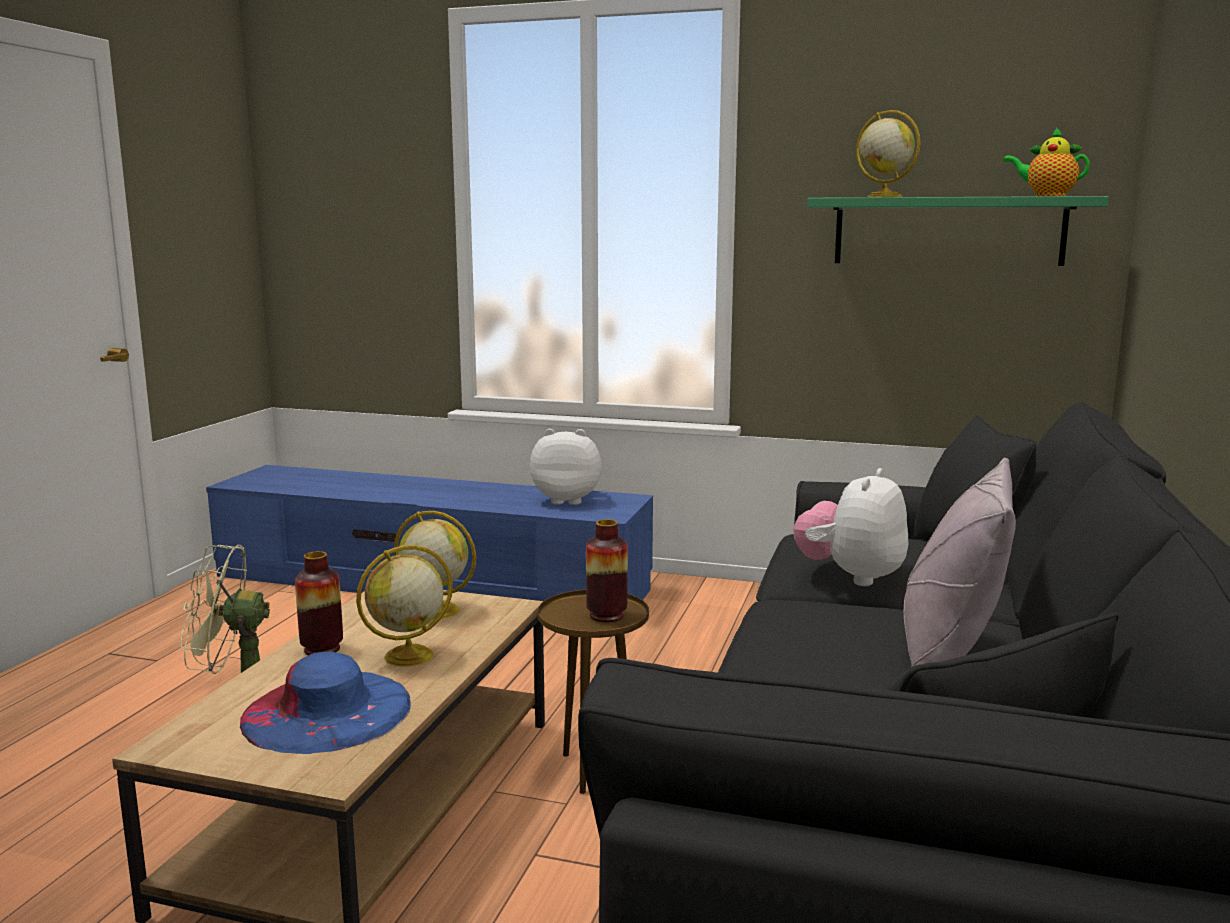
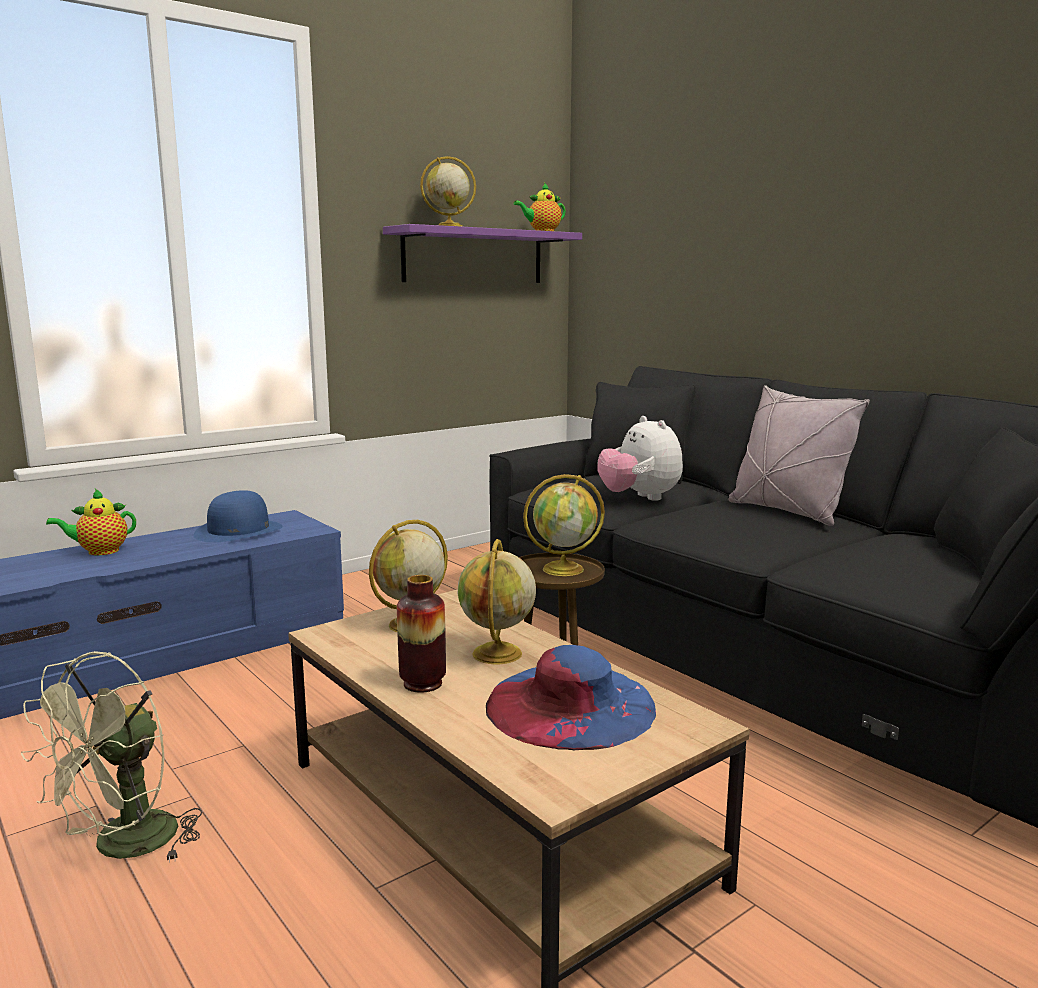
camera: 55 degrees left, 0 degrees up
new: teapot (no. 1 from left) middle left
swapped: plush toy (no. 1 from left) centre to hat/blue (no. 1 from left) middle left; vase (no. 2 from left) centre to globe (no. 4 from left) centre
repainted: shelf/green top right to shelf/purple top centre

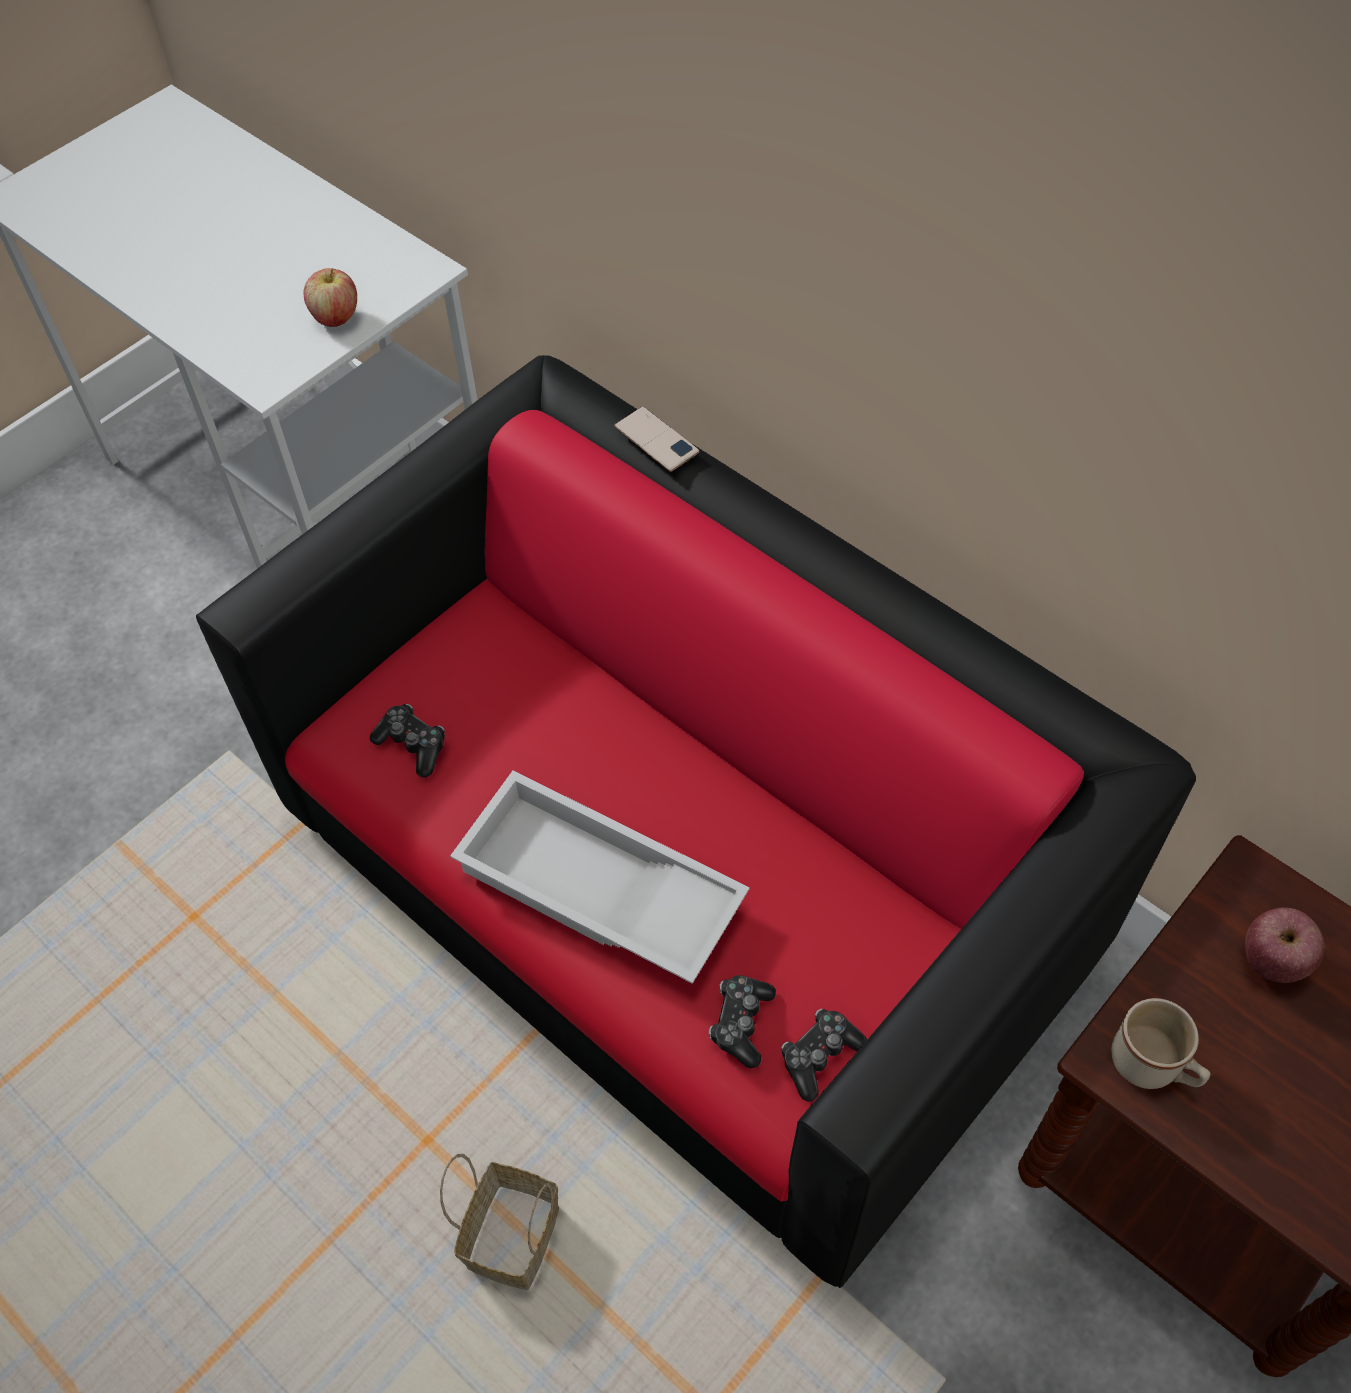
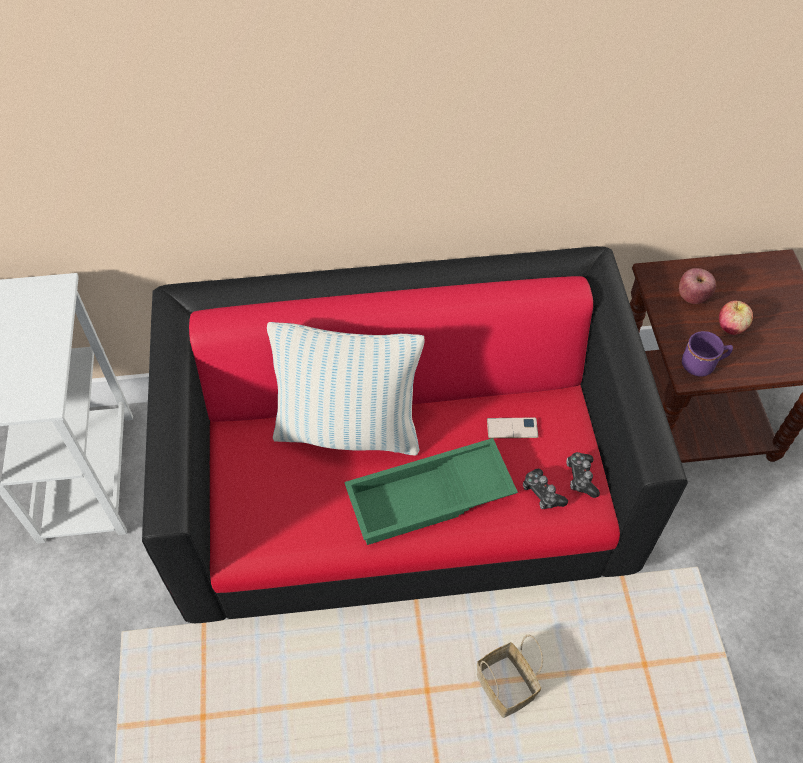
camera: 50 degrees left, 0 degrees up
gone: game controller (no. 1 from left) middle left
new: pillow centre
shifted: phone top centre to centre; apple (no. 1 from left in the first image) top left to apple (no. 2 from left) middle right
repainted: tray/white centre to tray/green centre; mug/beige bottom right to mug/purple middle right

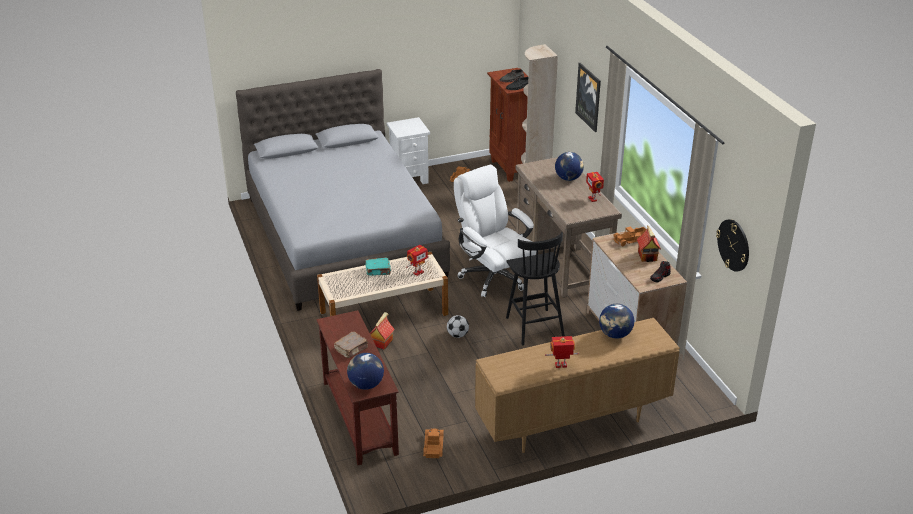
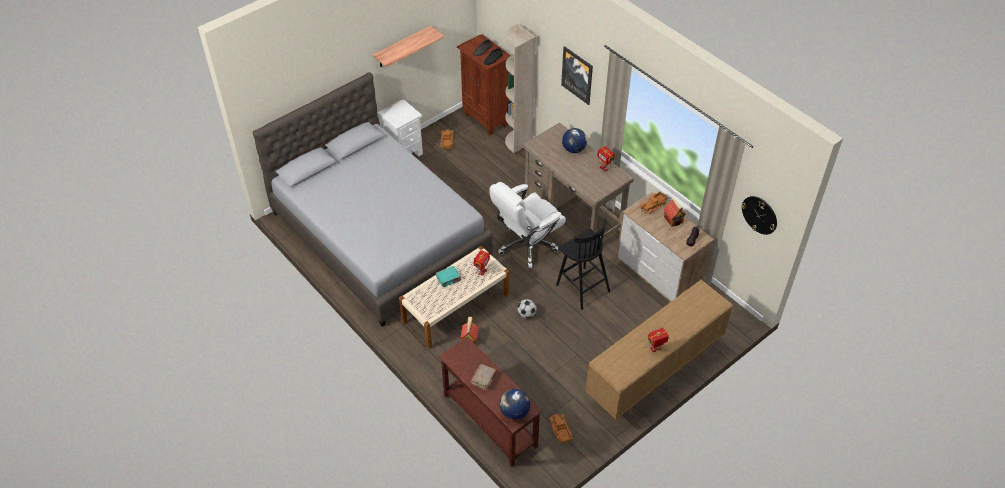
camera: 20 degrees left, 15 degrees up
gone: globe (no. 3 from left) middle right
new: shelf top centre
rotated: office chair/white centre = centre 75 degrees counterclockwise

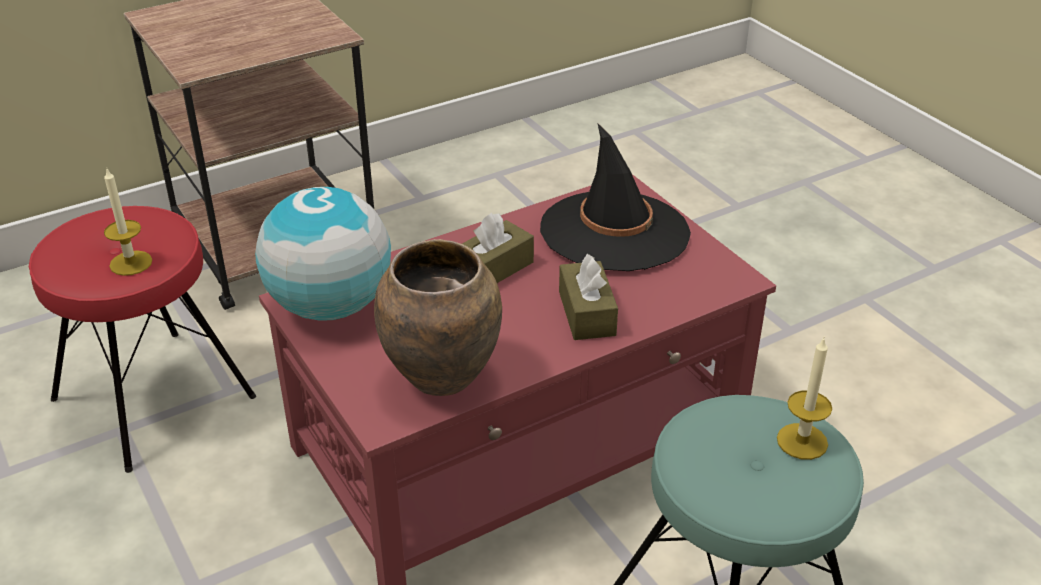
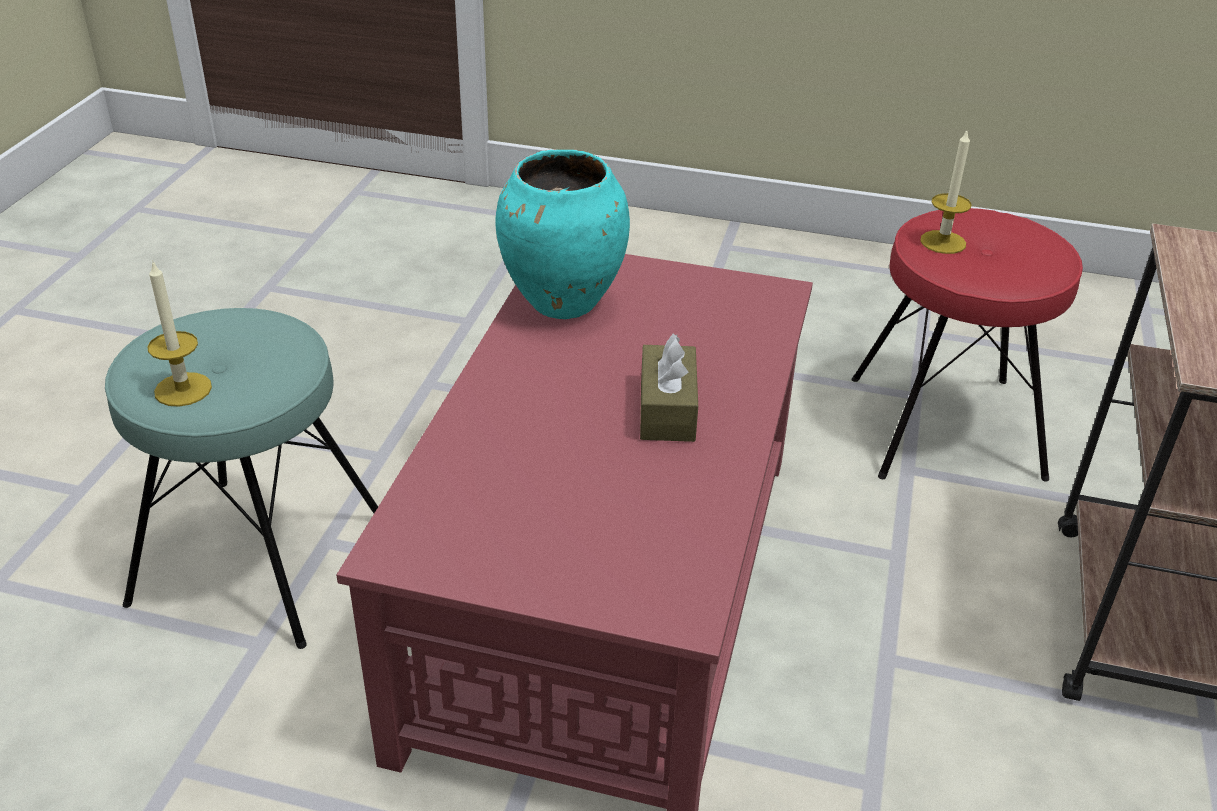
camera: 135 degrees right, 0 degrees up
gone: globe middle left; hat/black centre; tissue box/brown (no. 2 from left) centre
repainted: vase/brown centre to vase/turquoise top centre

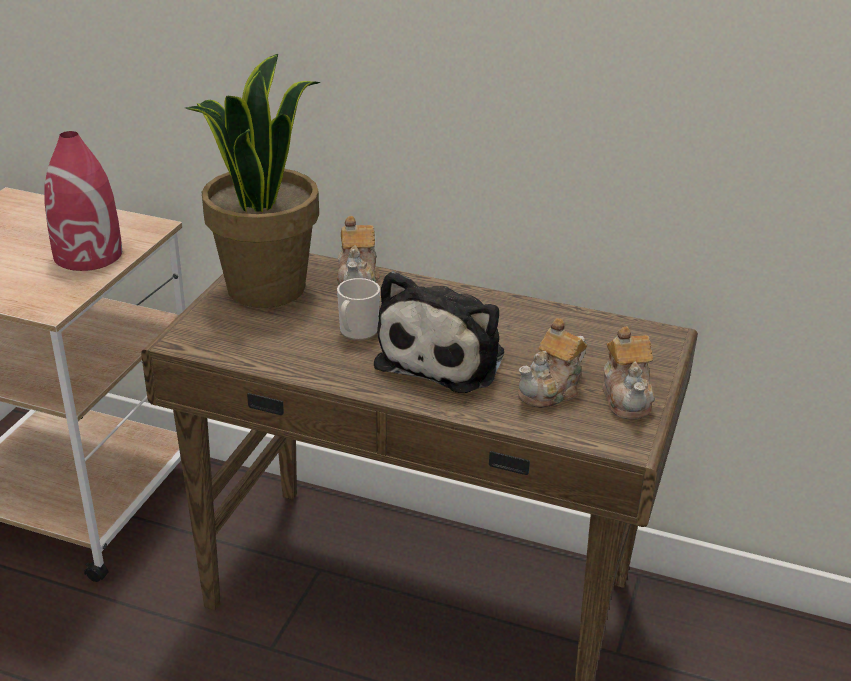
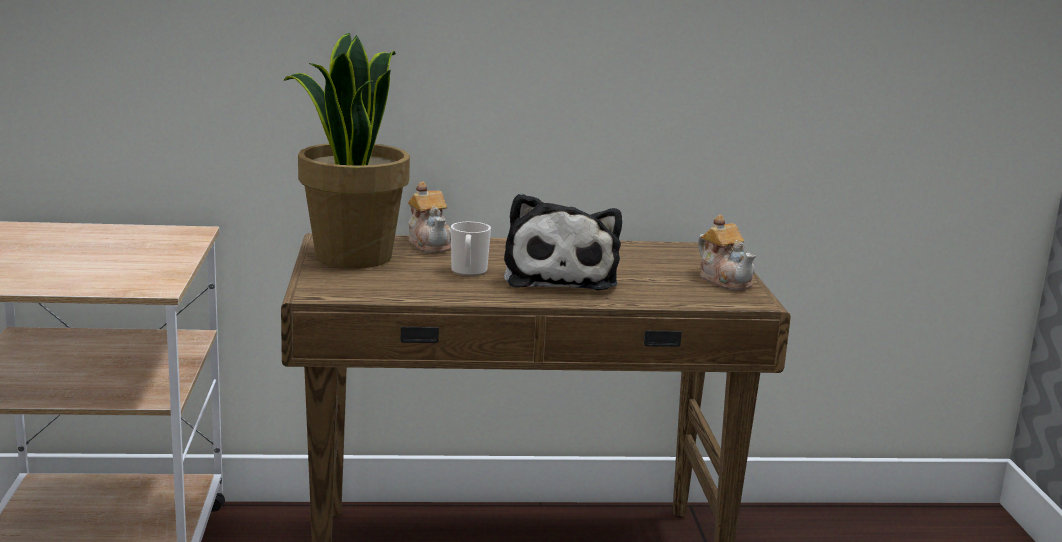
camera: 25 degrees left, 15 degrees down
gone: vase/red top left; teapot (no. 2 from left) centre

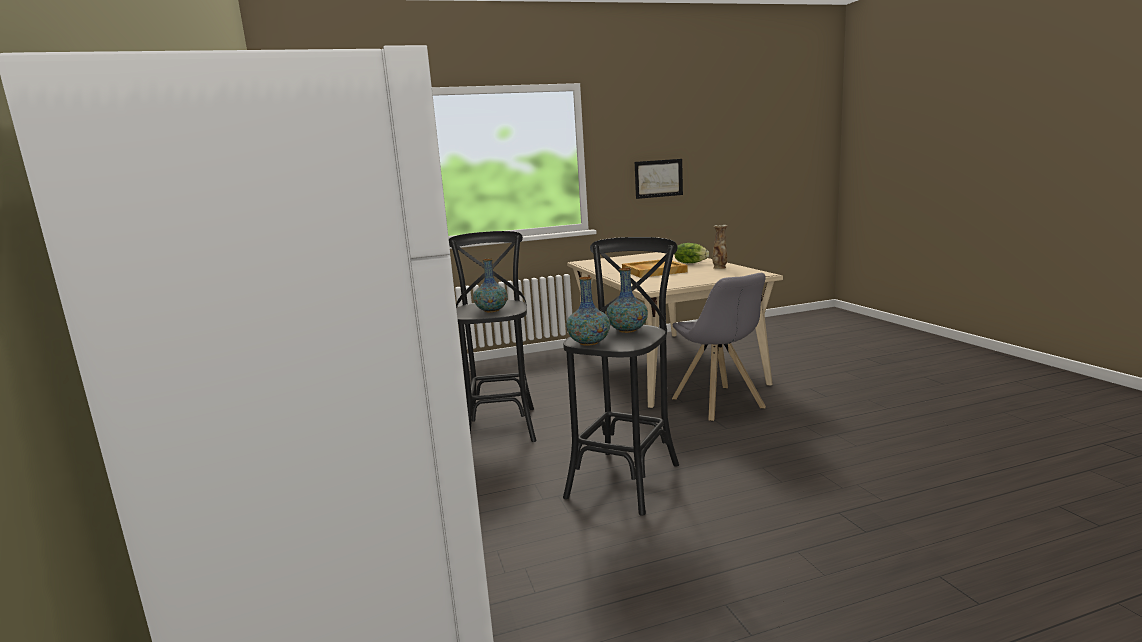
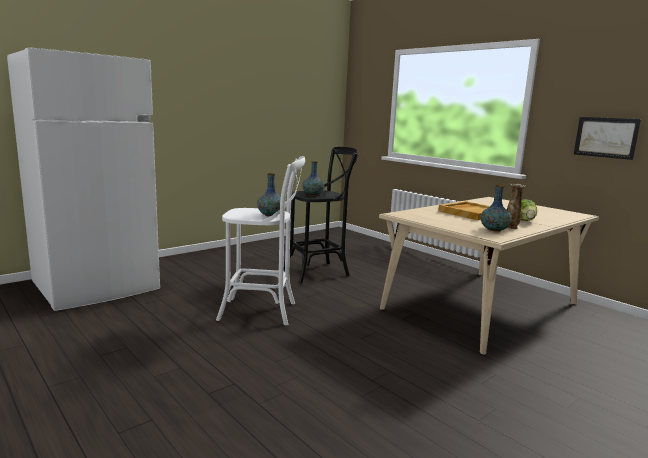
camera: 65 degrees right, 0 degrees up
gone: chair/grey centre
shifted: vase (no. 2 from left in the first image) centre to vase (no. 3 from left) middle right
repainted: stool/black (no. 2 from left) centre to stool/white centre

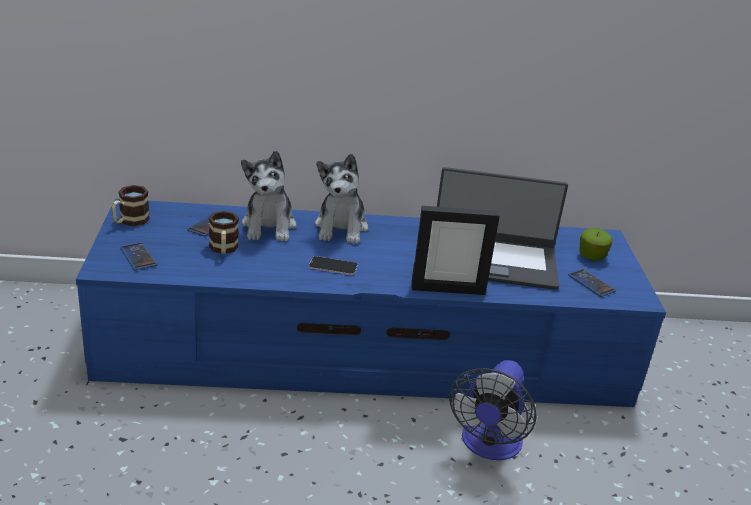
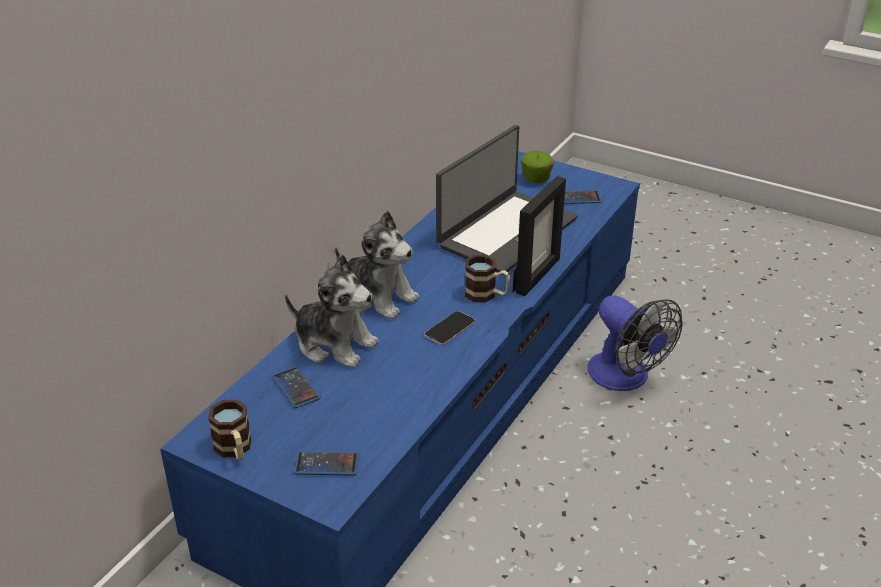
camera: 55 degrees left, 5 degrees up
shifted: mug (no. 2 from left) middle left to centre

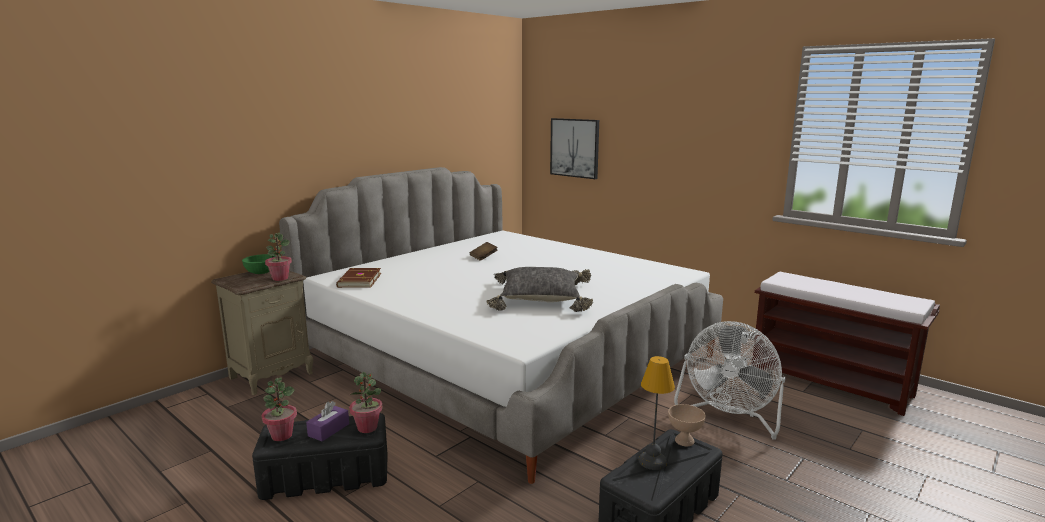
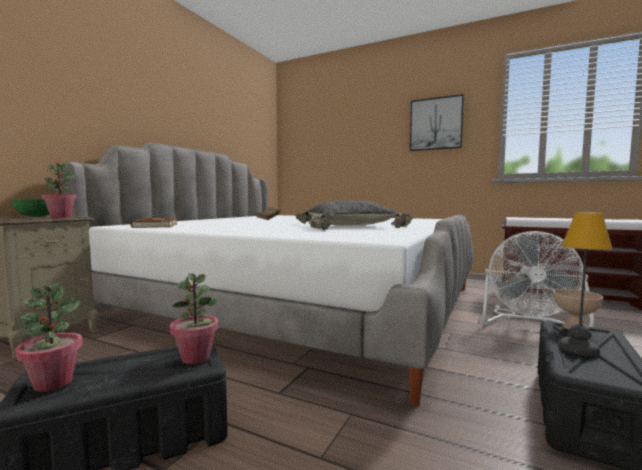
camera: 15 degrees left, 10 degrees down
gone: tissue box/purple bottom left
shifted: picture top centre to top right

